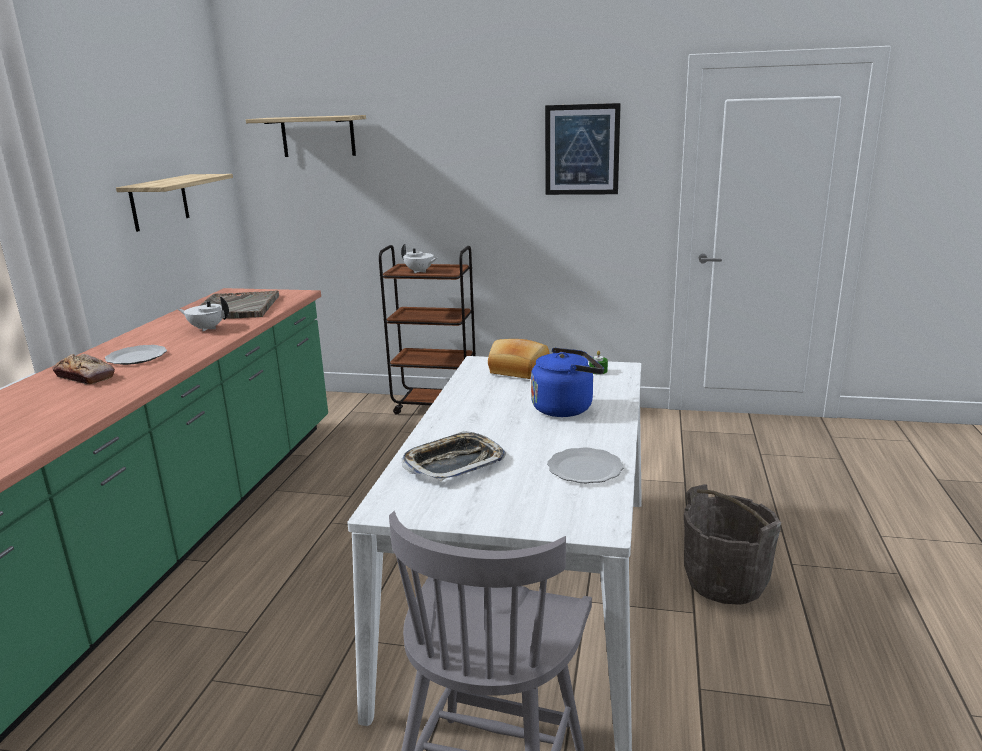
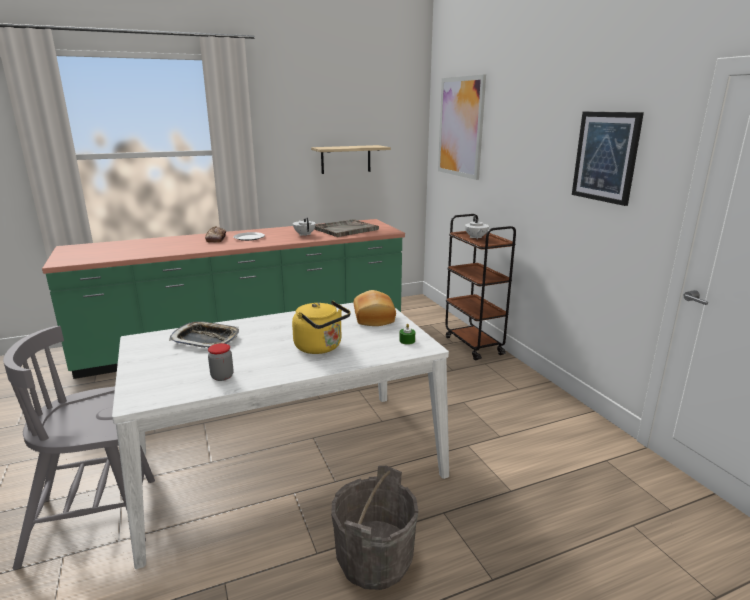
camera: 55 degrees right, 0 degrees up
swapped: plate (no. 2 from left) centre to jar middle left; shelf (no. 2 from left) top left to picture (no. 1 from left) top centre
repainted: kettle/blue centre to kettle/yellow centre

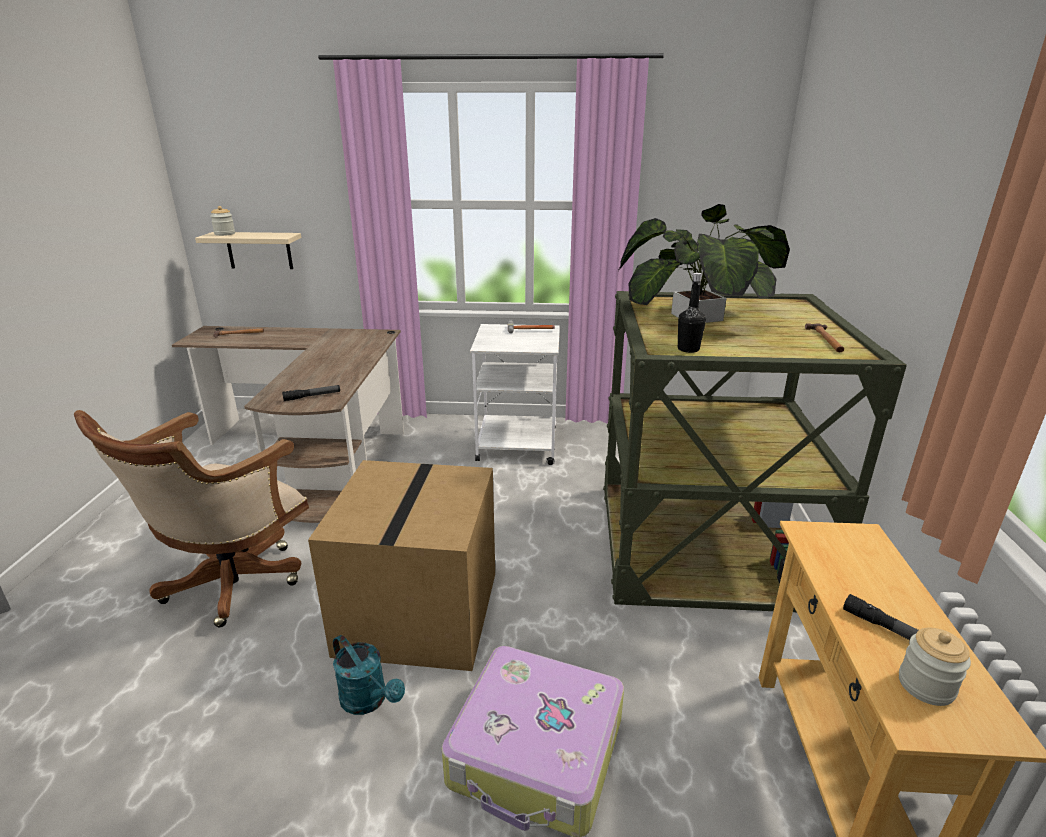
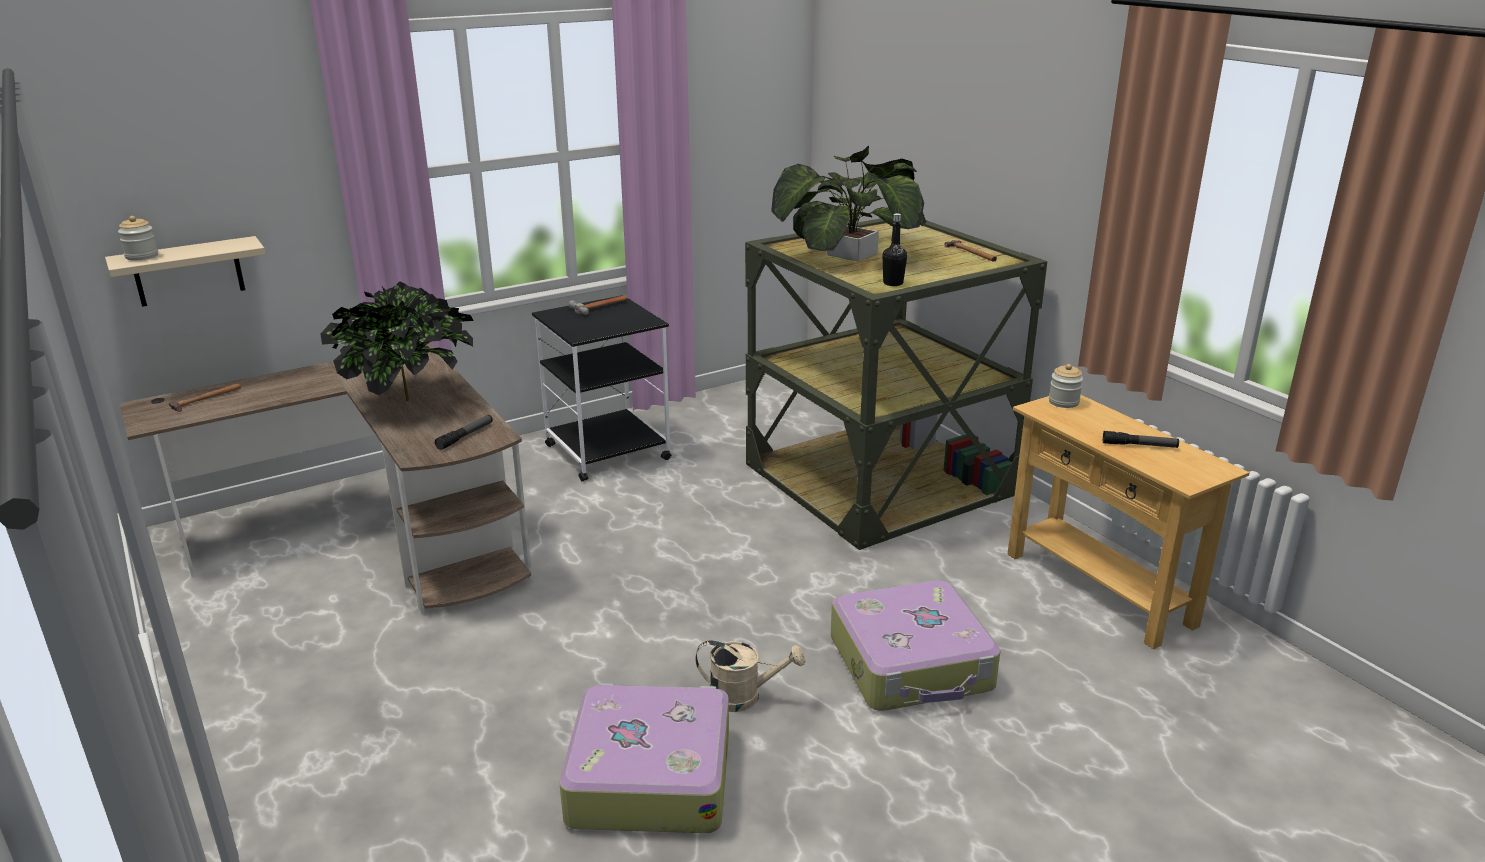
camera: 35 degrees left, 0 degrees up
gone: office chair middle left; cardboard box bottom centre
new: potted plant (no. 1 from left) middle left; suitcase (no. 1 from left) bottom centre
shifted: jar (no. 2 from left) bottom right to middle right
repainted: cart/white centre to cart/black centre; watering can/turquoise bottom centre to watering can/beige bottom centre

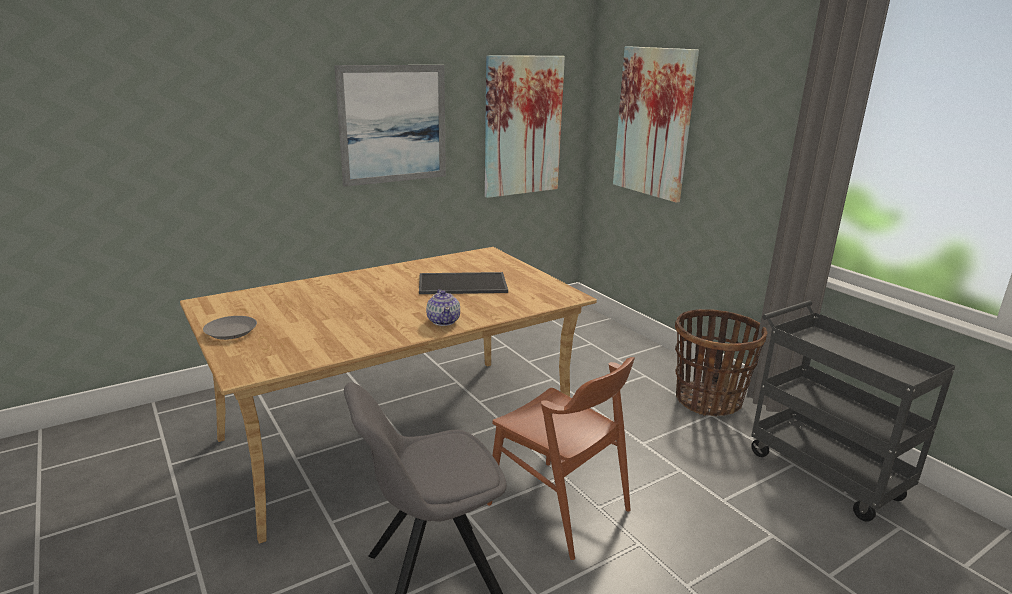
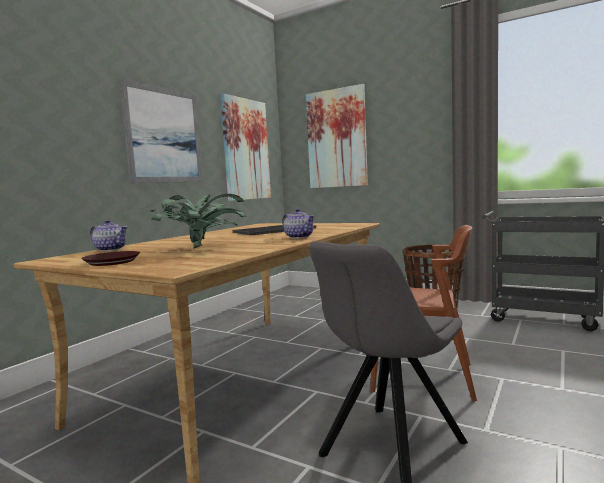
camera: 25 degrees left, 15 degrees down
new: teapot (no. 1 from left) middle left; potted plant middle left
repainted: plate/grey middle left to plate/brown middle left

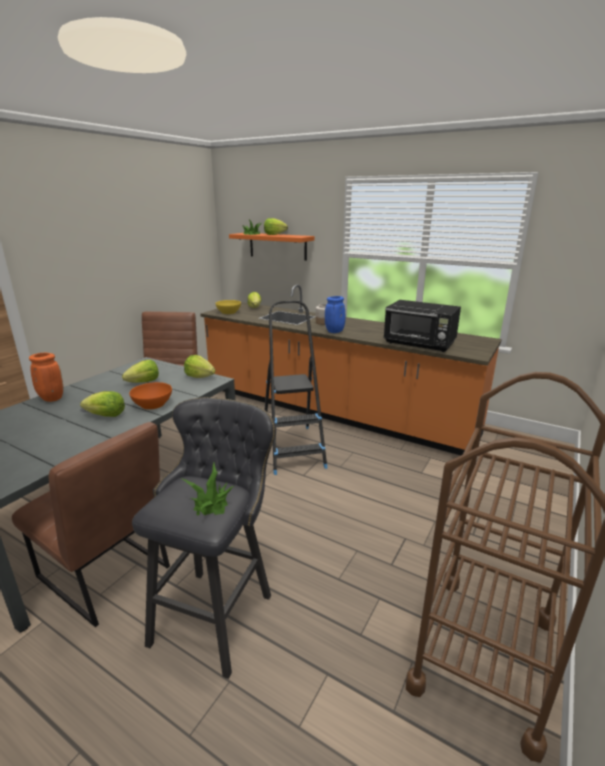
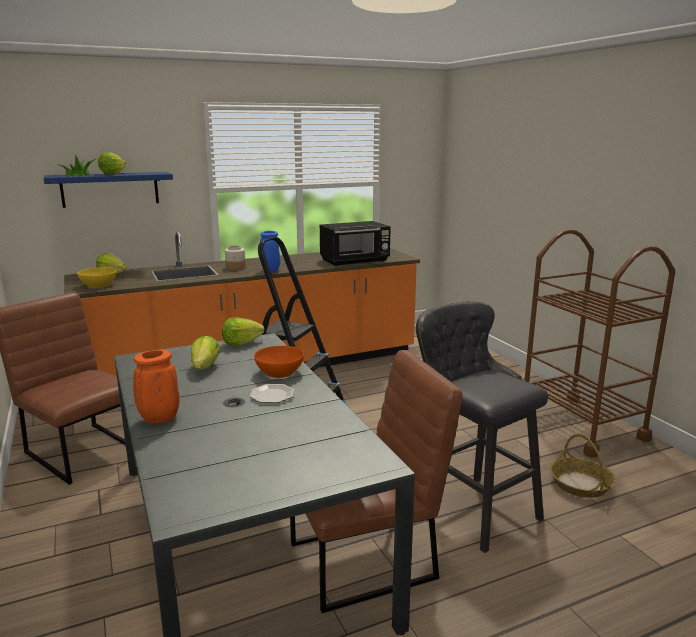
camera: 55 degrees left, 5 degrees down
gone: potted plant (no. 1 from left) centre
new: basket bottom right
swapped: lettuce (no. 1 from left) middle left to plate centre
repainted: shelf/orange top centre to shelf/blue top left

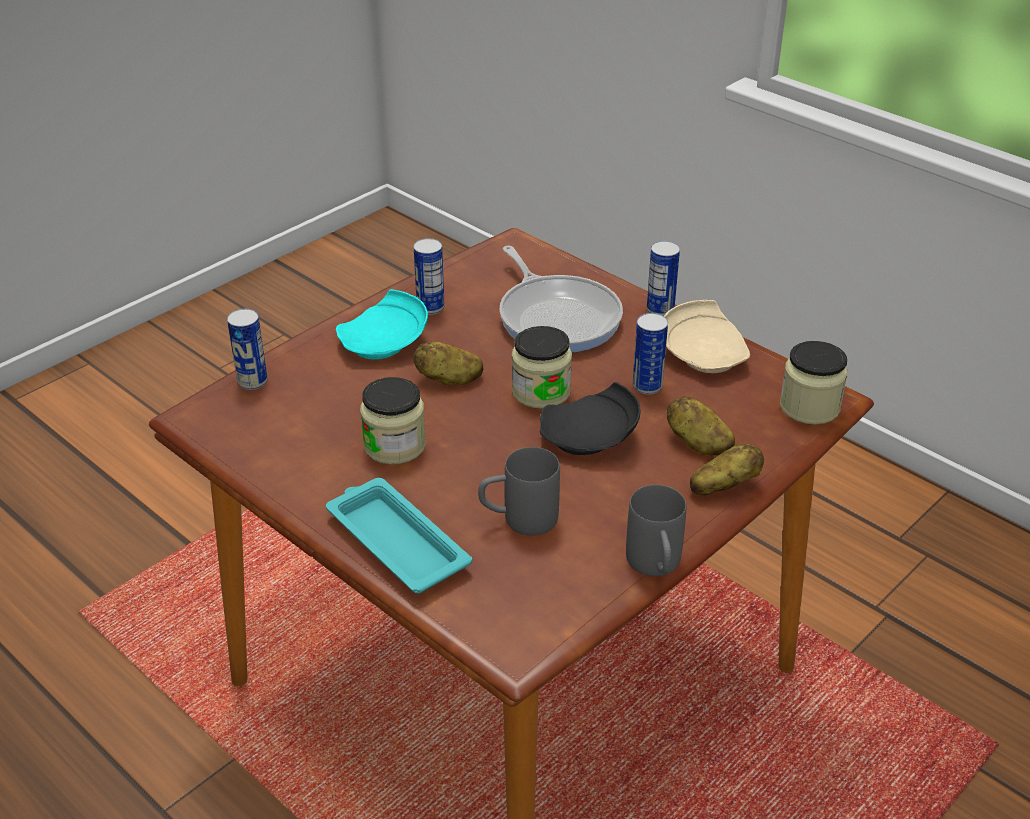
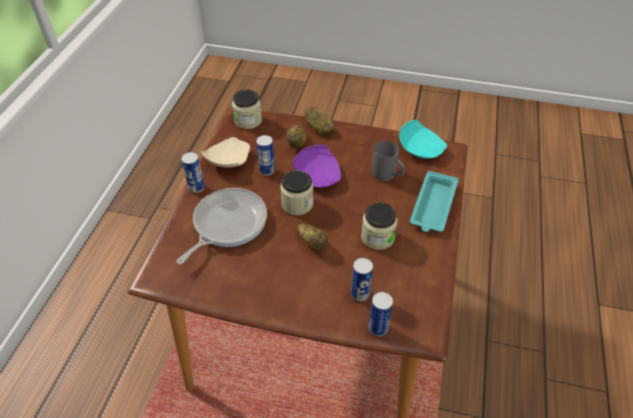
camera: 120 degrees left, 10 degrees up
gone: mug/grey (no. 2 from left) centre
shifted: can (no. 2 from left in the first image) centre to can (no. 3 from left) bottom centre; plate/turquoise centre to top right
repainted: plate/black centre to plate/purple centre

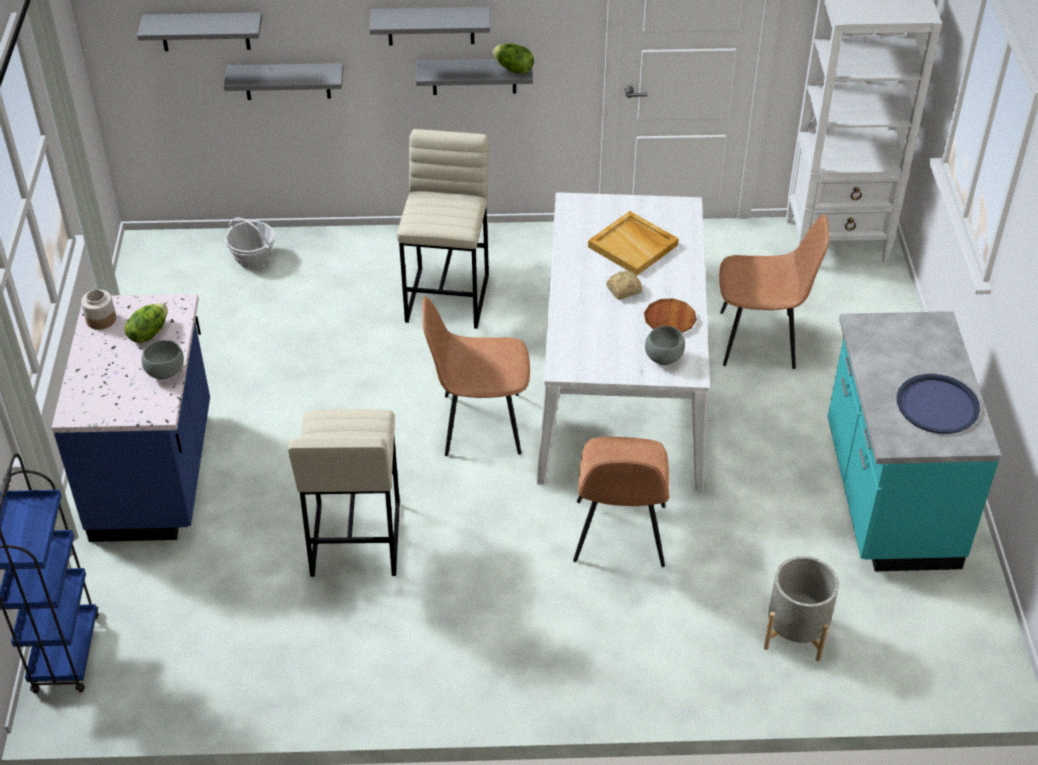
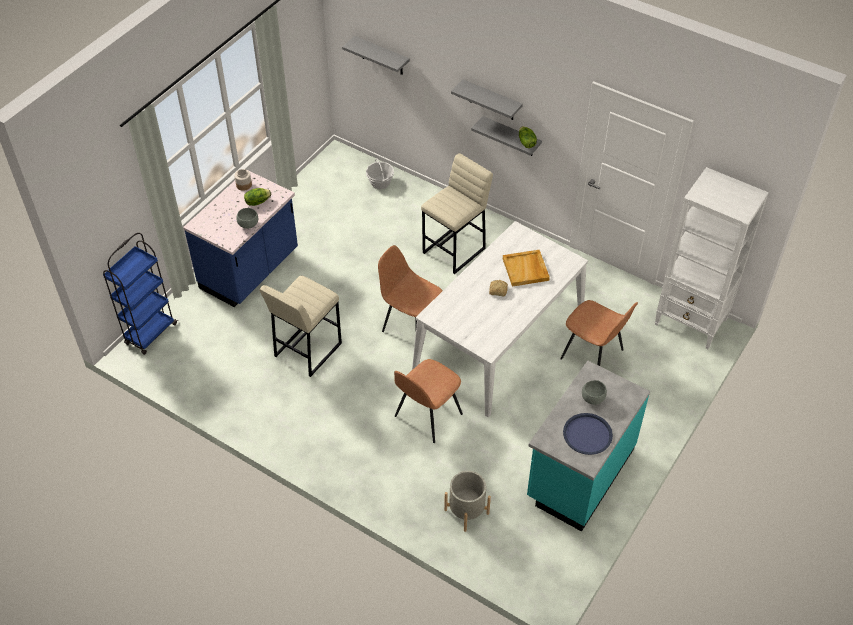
camera: 35 degrees right, 5 degrees up
gone: shelf/grey (no. 2 from left) top left; plate/brown centre
shifted: bowl/grey (no. 2 from left) centre to middle right

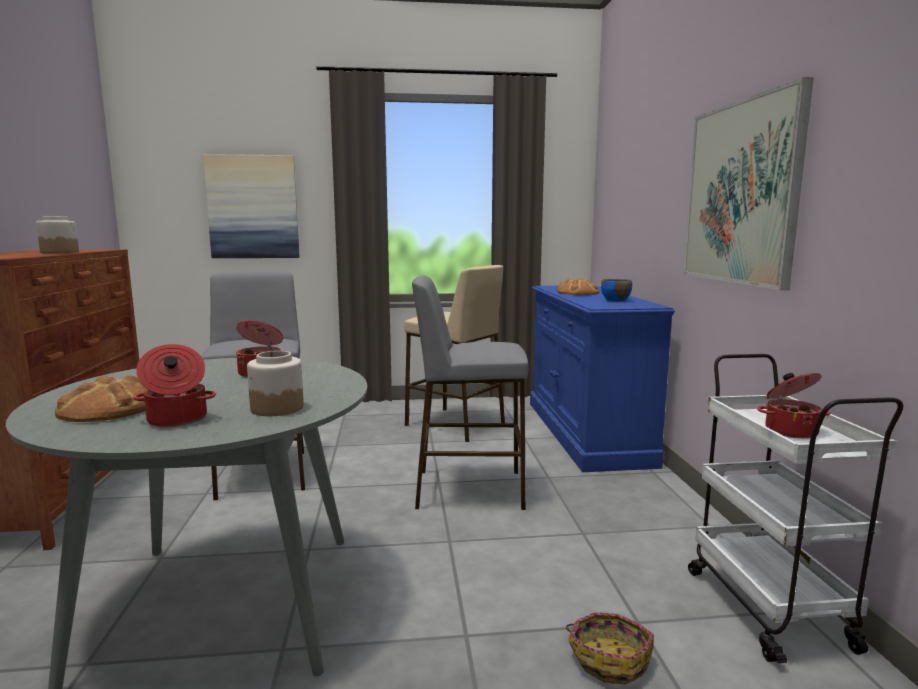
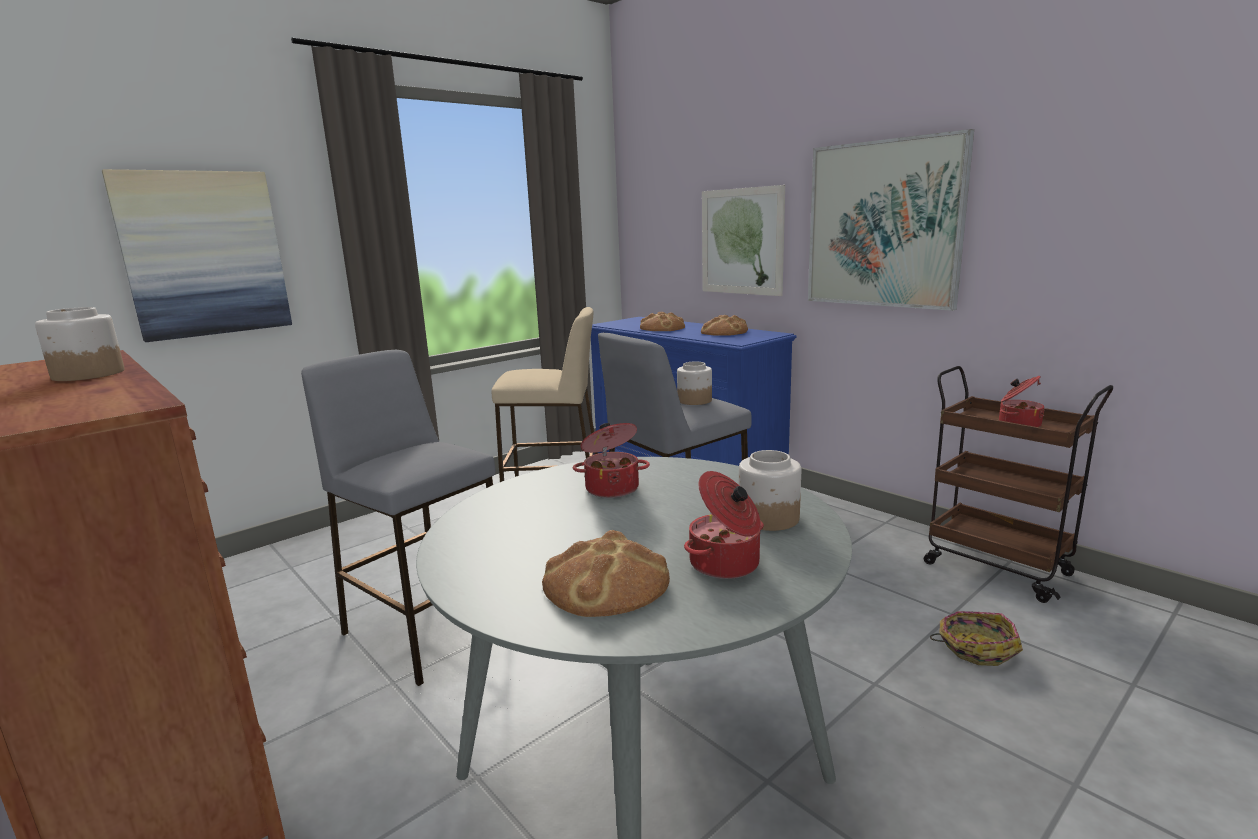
camera: 35 degrees left, 5 degrees up
new: jar (no. 2 from left) centre; picture (no. 2 from left) top centre
swapped: bowl/blue middle right to bread (no. 3 from left) centre
repainted: cart/white bottom right to cart/brown middle right

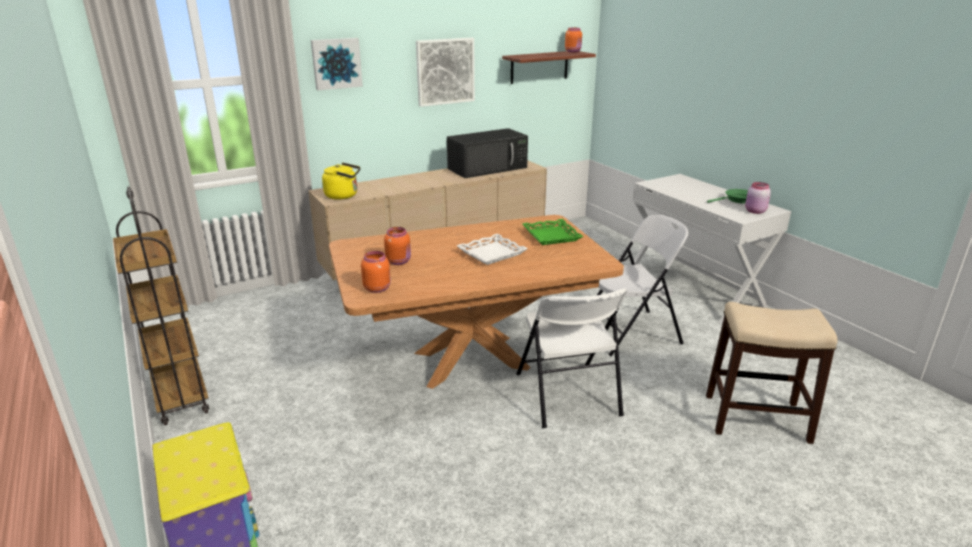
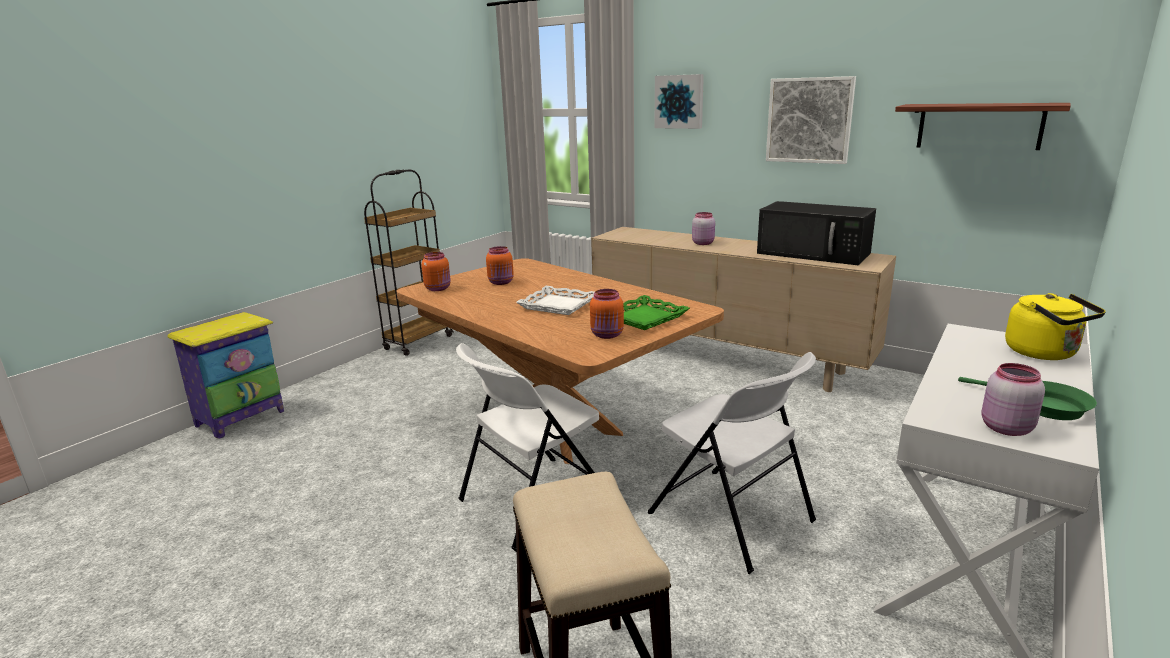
camera: 65 degrees right, 5 degrees down
new: jar/pink (no. 1 from left) centre
shifted: jar/orange (no. 3 from left) top centre to centre; kettle/yellow top centre to middle right

